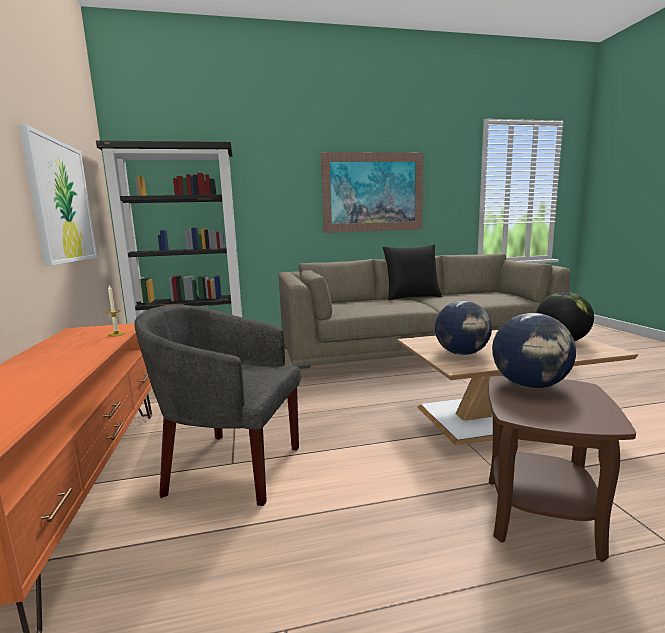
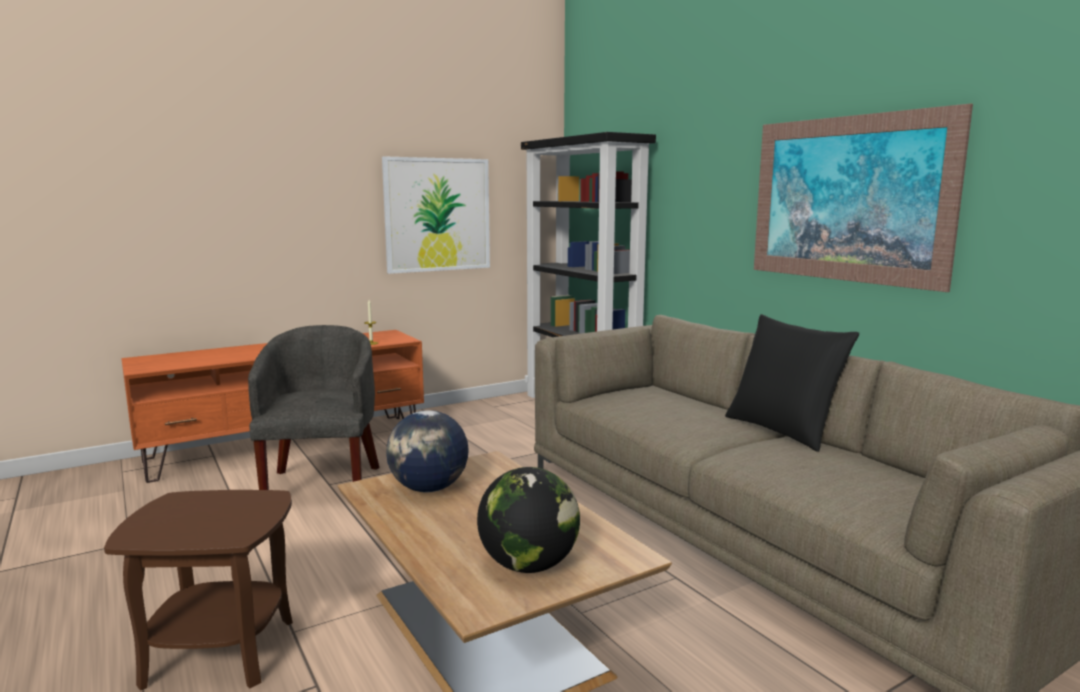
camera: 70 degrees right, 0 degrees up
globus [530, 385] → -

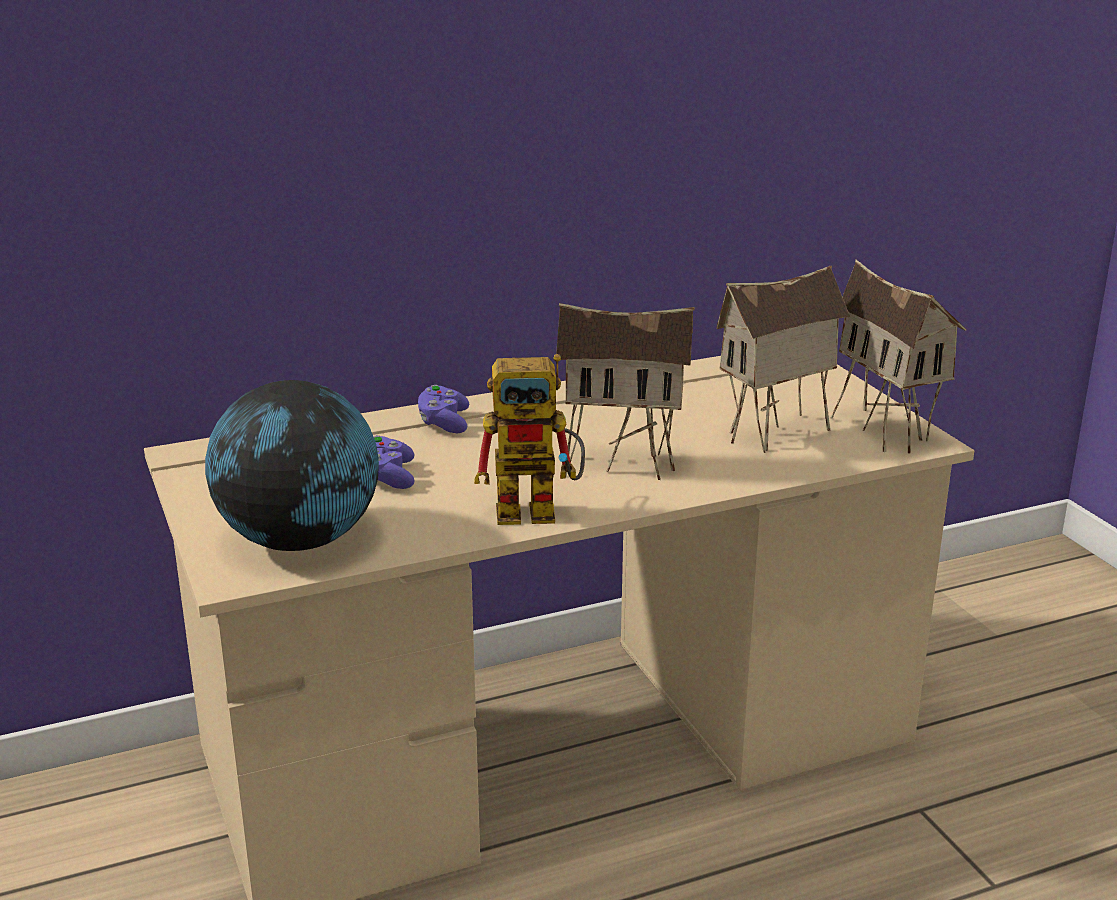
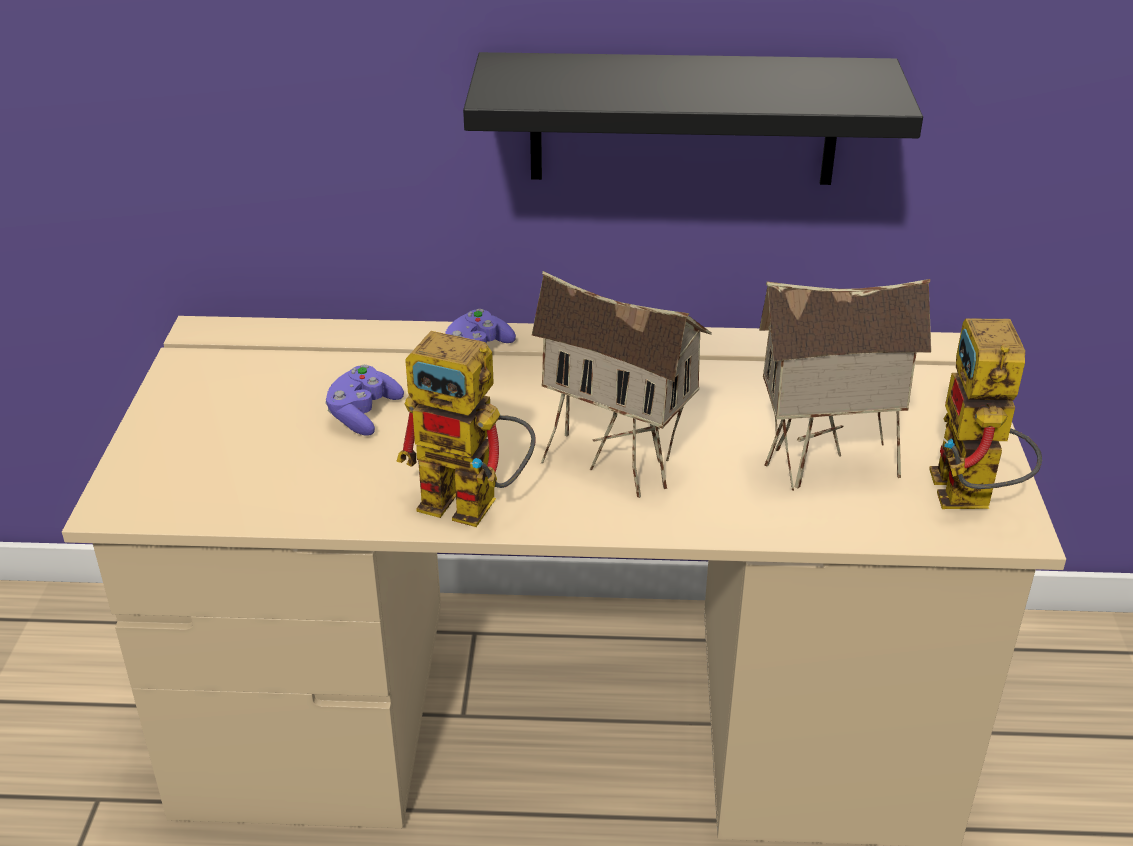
camera: 25 degrees right, 10 degrees up
- → półka [czarny] [683, 119]
domek [886, 432] → robot zabawkowy [970, 499]
globus [300, 541] → -

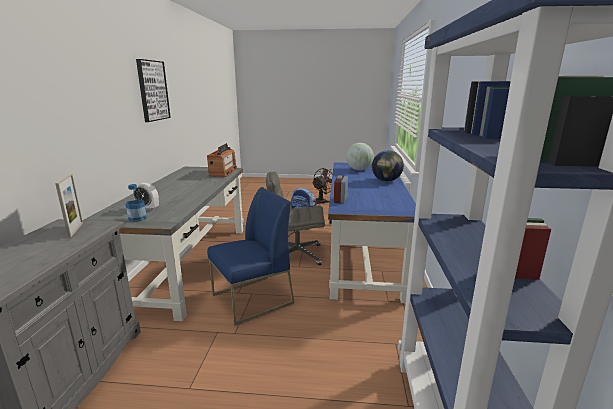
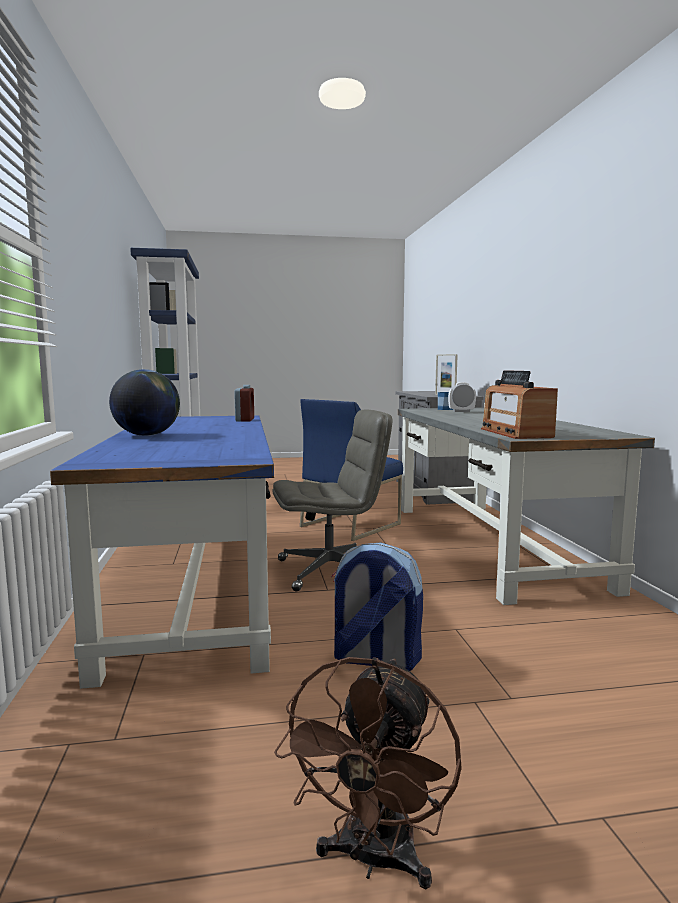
camera: 165 degrees right, 10 degrees down
obraz [152, 90] → -
globus [359, 170] → -

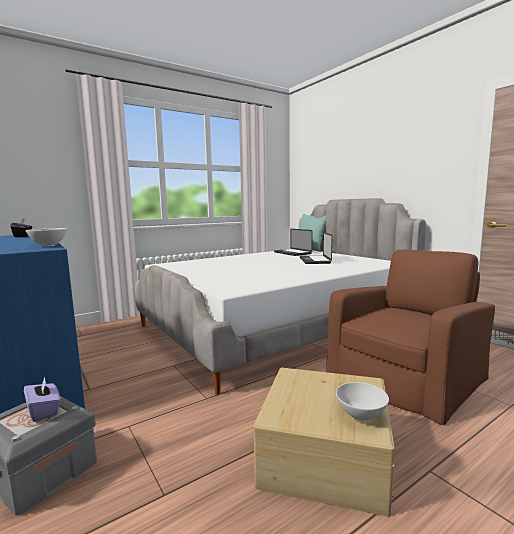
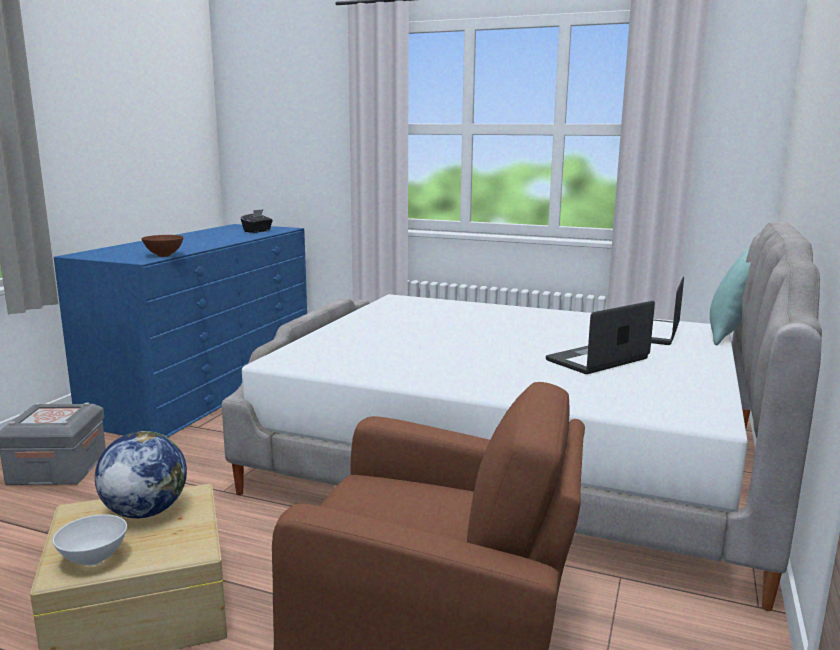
camera: 55 degrees right, 5 degrees up
- → globus [145, 512]
miska [biały] [48, 246] → miska [brązowy] [164, 255]
pudełko chusteczek [fioletowy] [44, 411] → -

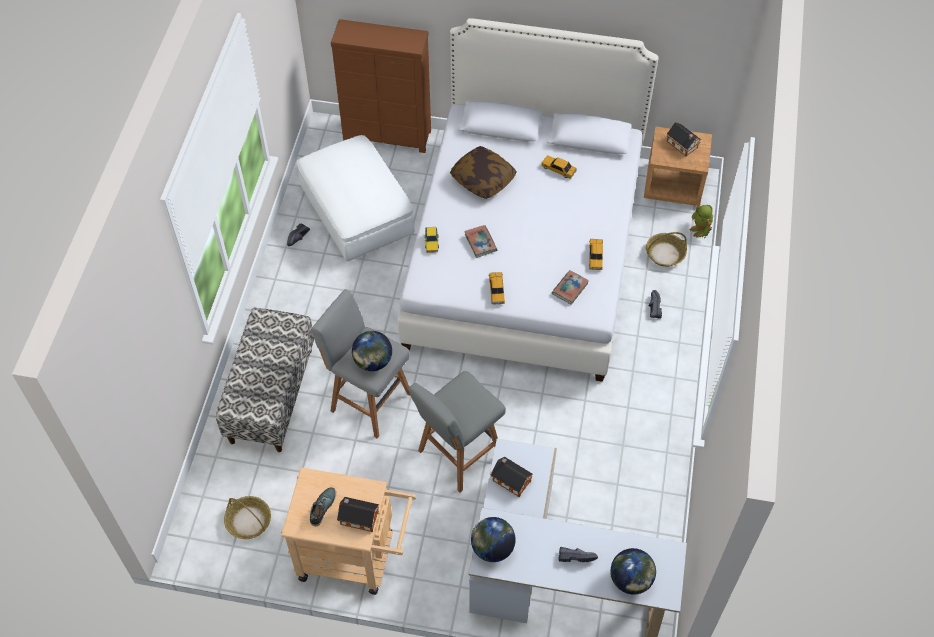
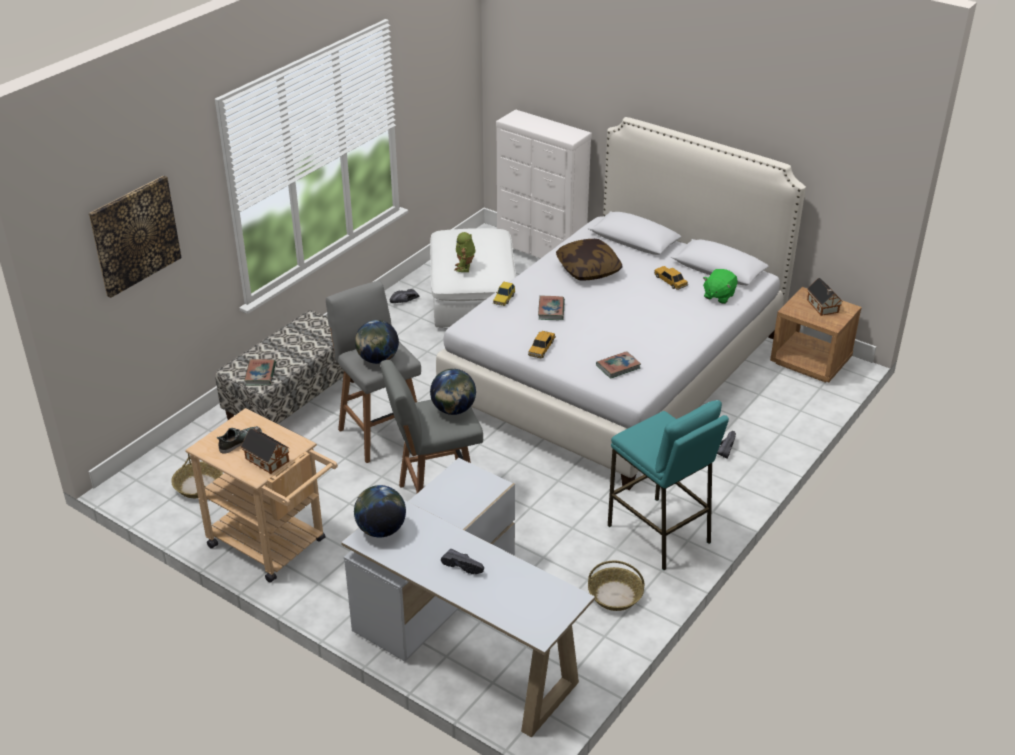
camera: 25 degrees right, 20 degrees down
- → obraz [135, 235]
- → książka [260, 374]
globus [630, 580] → globus [453, 410], moved
robot zabawkowy [700, 230] → robot zabawkowy [465, 268], moved
komoda [brązowy] [387, 136] → komoda [biały] [540, 255]
koszyk [664, 254] → koszyk [615, 595], moved
- → stołek [turkusowy] [659, 534]
- → pluszak [zielony] [718, 296]
domek [510, 479] → -
samochodzik [595, 257] → -

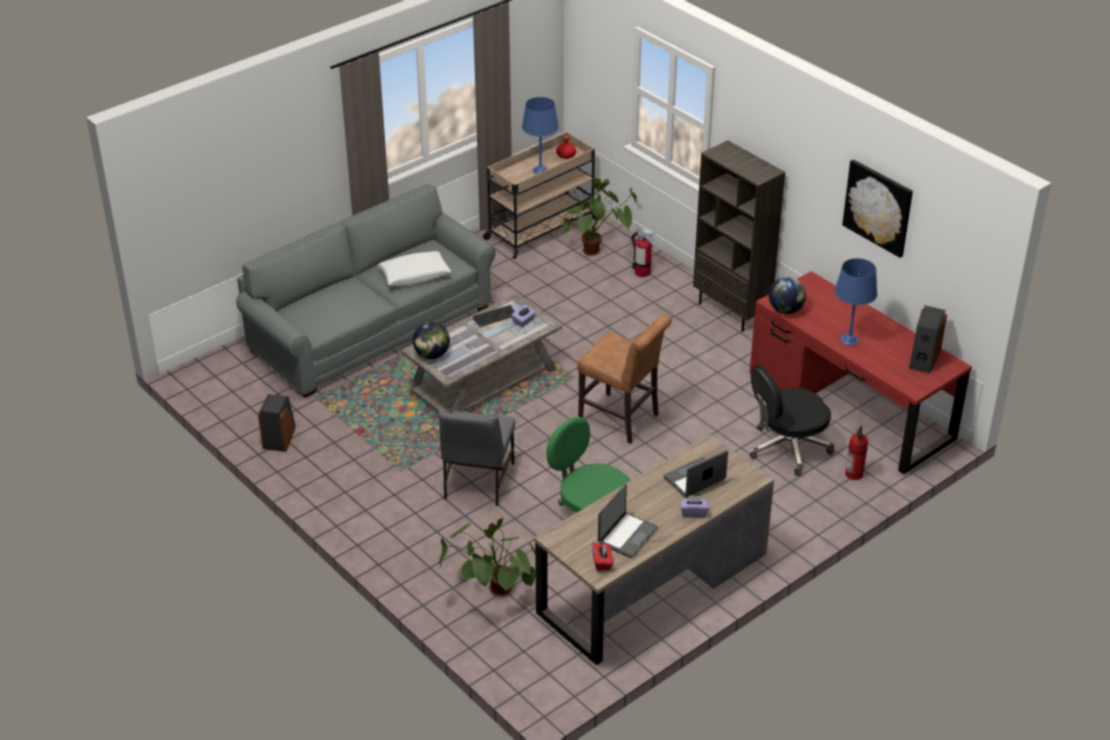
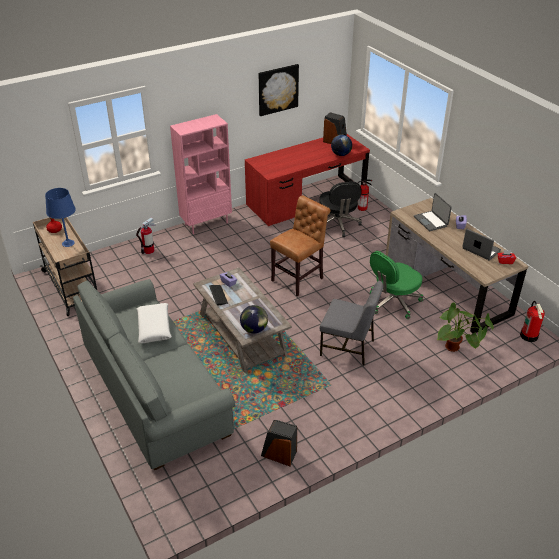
camera: 80 degrees left, 0 degrees up
regał [brązowy] [732, 311] → regał [różowy] [206, 223]
globus [785, 310] → globus [341, 154], moved
- → gaśnica [529, 336]
roślina doniczkowa [597, 247] → -
lampa stołowa [niebieski] [849, 340] → -

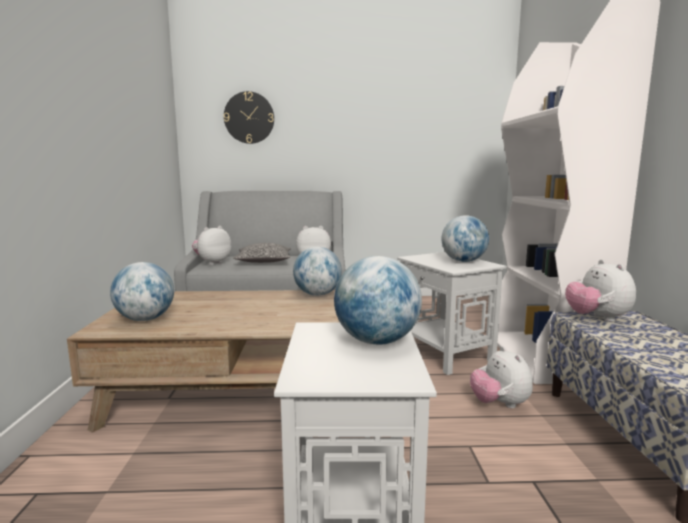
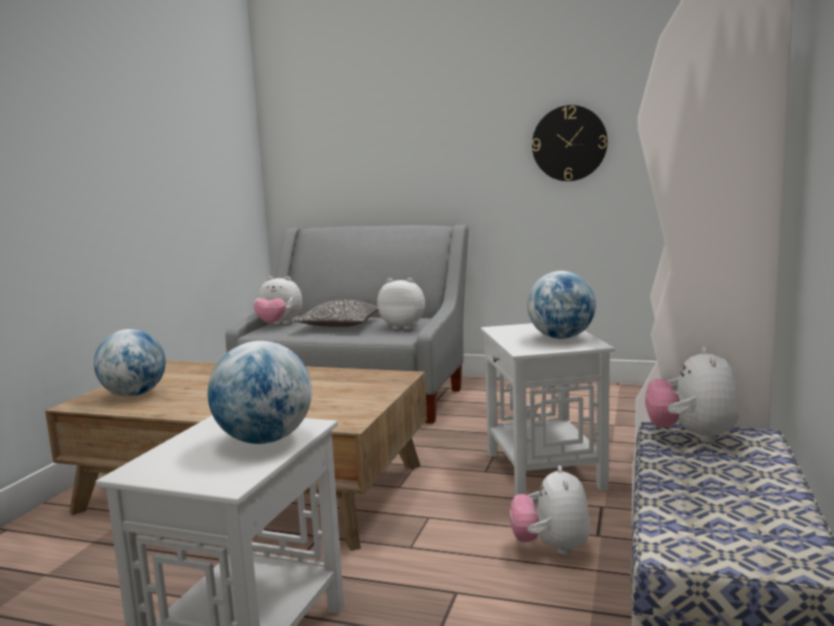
camera: 20 degrees right, 0 degrees up
pluszak [212, 263] → pluszak [279, 325], 135 degrees counterclockwise
zegar ścienny [249, 117] → zegar ścienny [569, 143], moved
globus [317, 294] → -

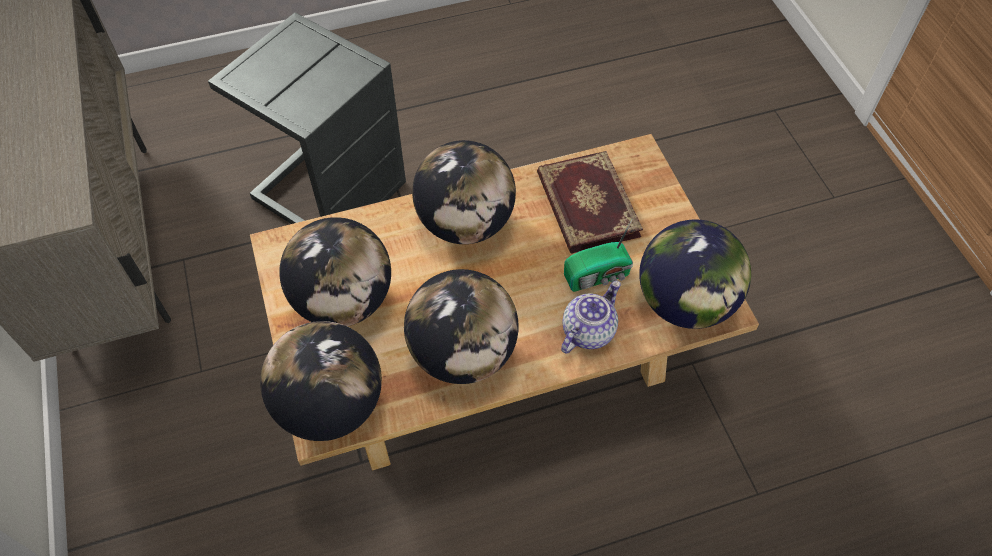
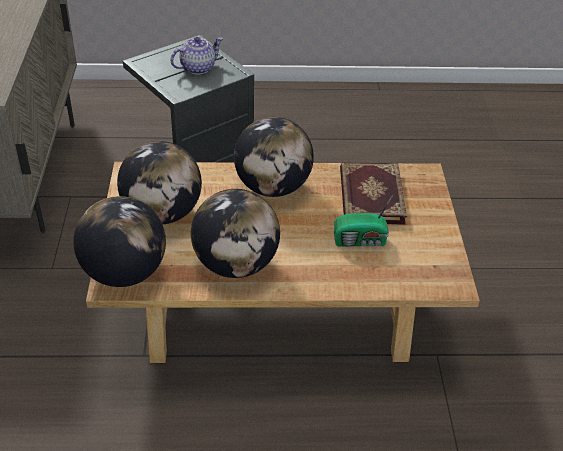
camera: 15 degrees right, 15 degrees down
imbryk [587, 331] → imbryk [198, 68], moved
globus [684, 303] → -

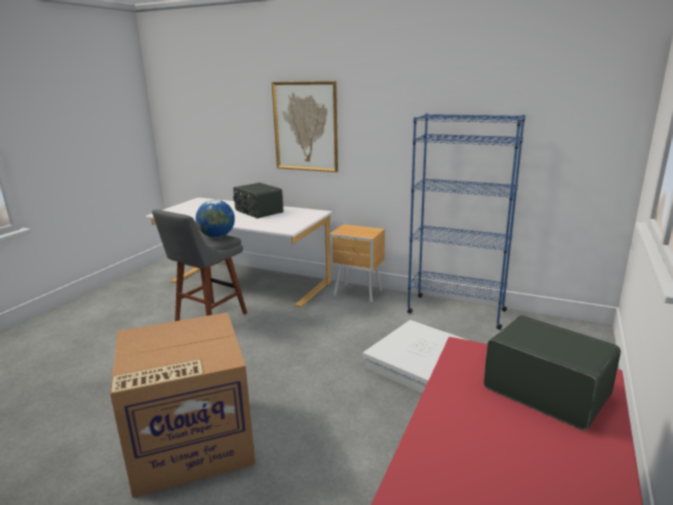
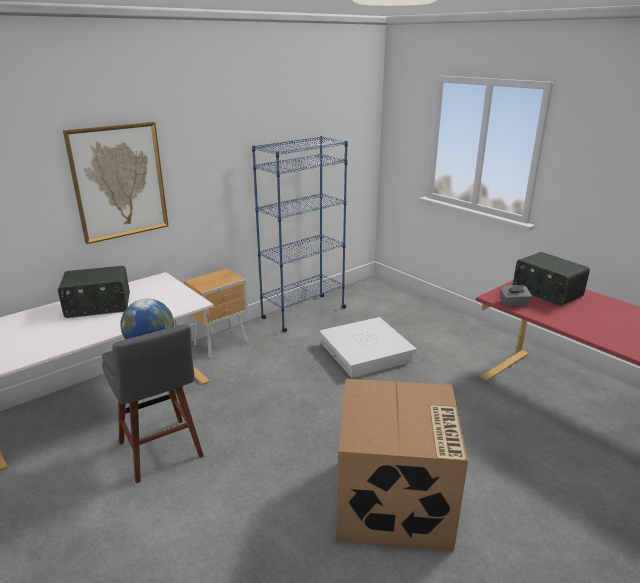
camera: 65 degrees left, 5 degrees up
- → pudełko chusteczek [szary] [513, 303]
radio [546, 391] → radio [546, 292], 105 degrees counterclockwise

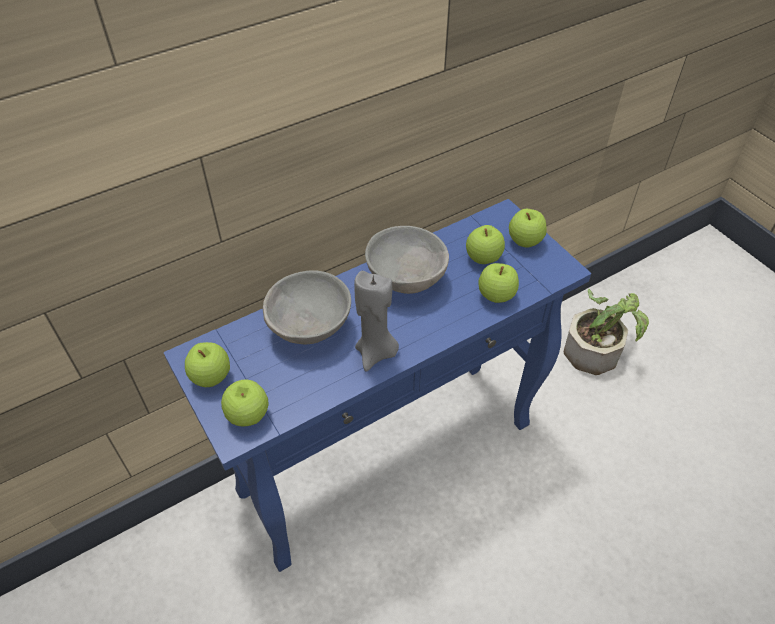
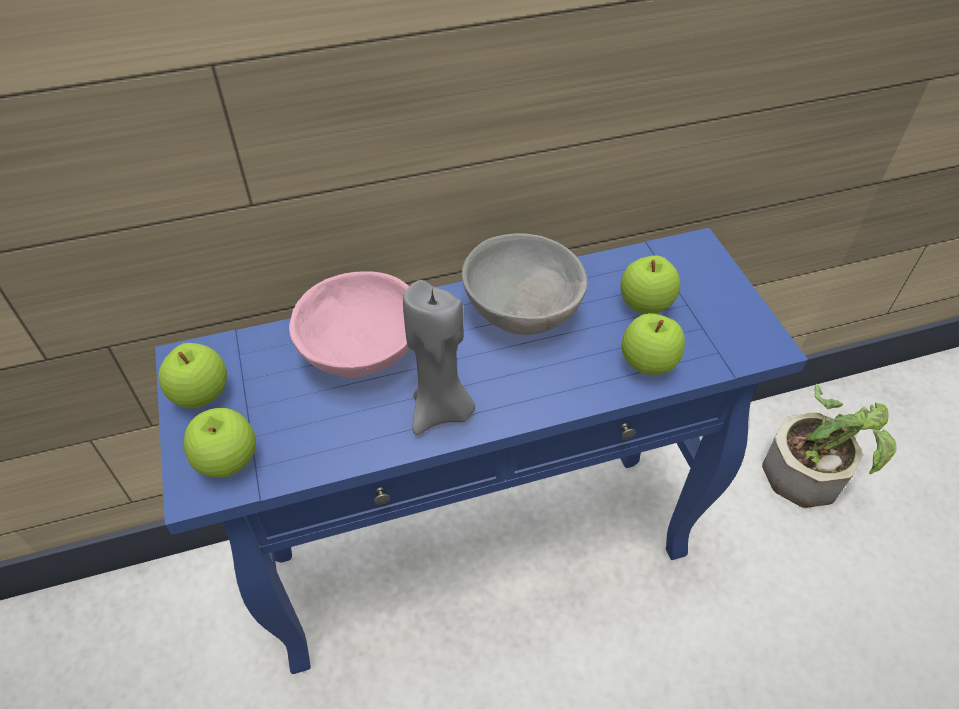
camera: 15 degrees right, 0 degrees up
miska [szary] [311, 328] → miska [różowy] [363, 355]
jabłko [524, 241] → -

